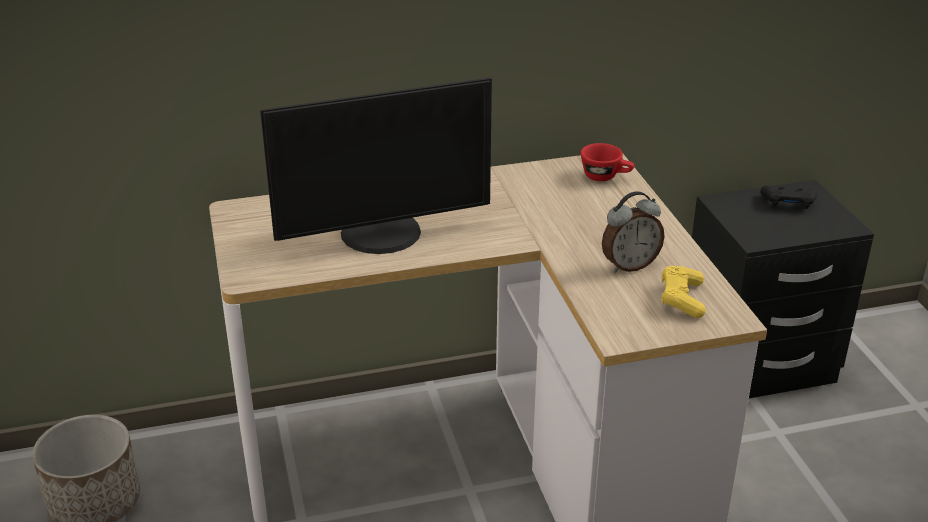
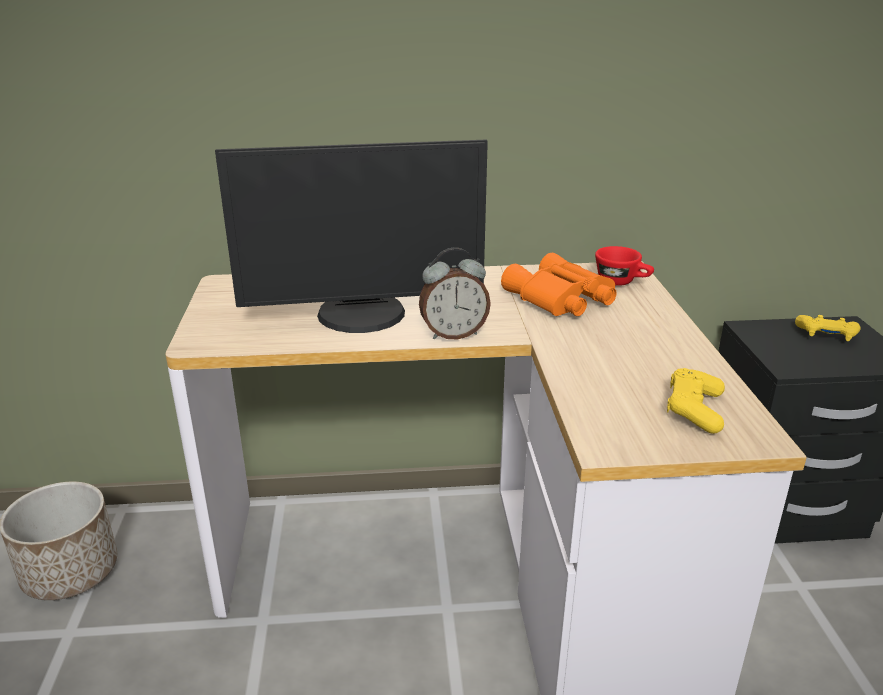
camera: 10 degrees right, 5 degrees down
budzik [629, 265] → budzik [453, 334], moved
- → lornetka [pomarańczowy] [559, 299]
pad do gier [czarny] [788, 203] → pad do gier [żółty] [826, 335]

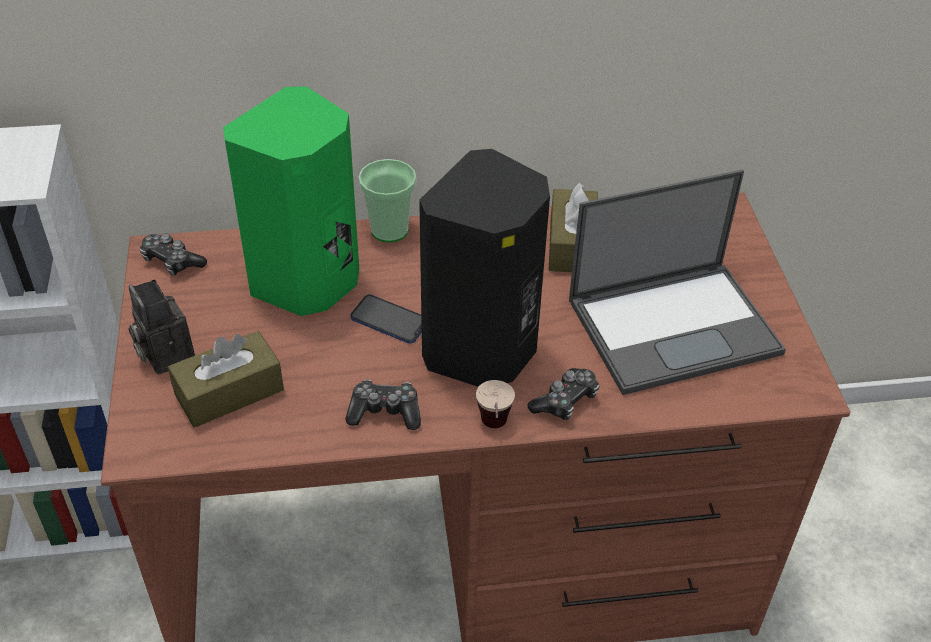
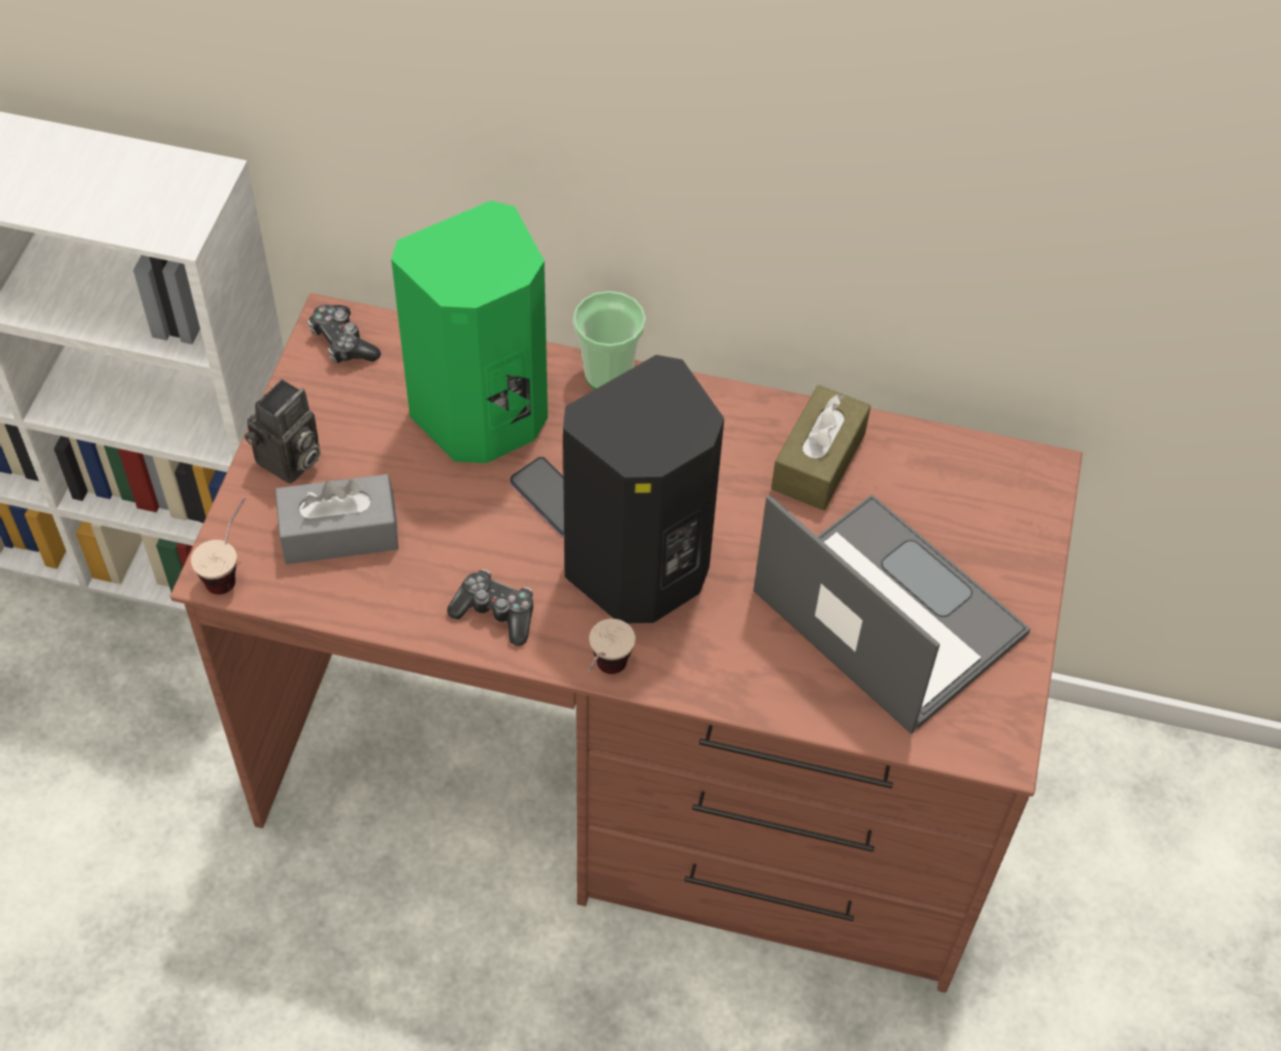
camera: 20 degrees right, 10 degrees up
- → filiżanka [231, 569]
aparat fotograficzny [164, 354] → aparat fotograficzny [289, 462], 135 degrees counterclockwise
pudełko chusteczek [brązowy] [229, 392] → pudełko chusteczek [szary] [339, 533]
laptop [675, 325] → laptop [885, 611], 135 degrees counterclockwise
pad do gier [565, 401] → -

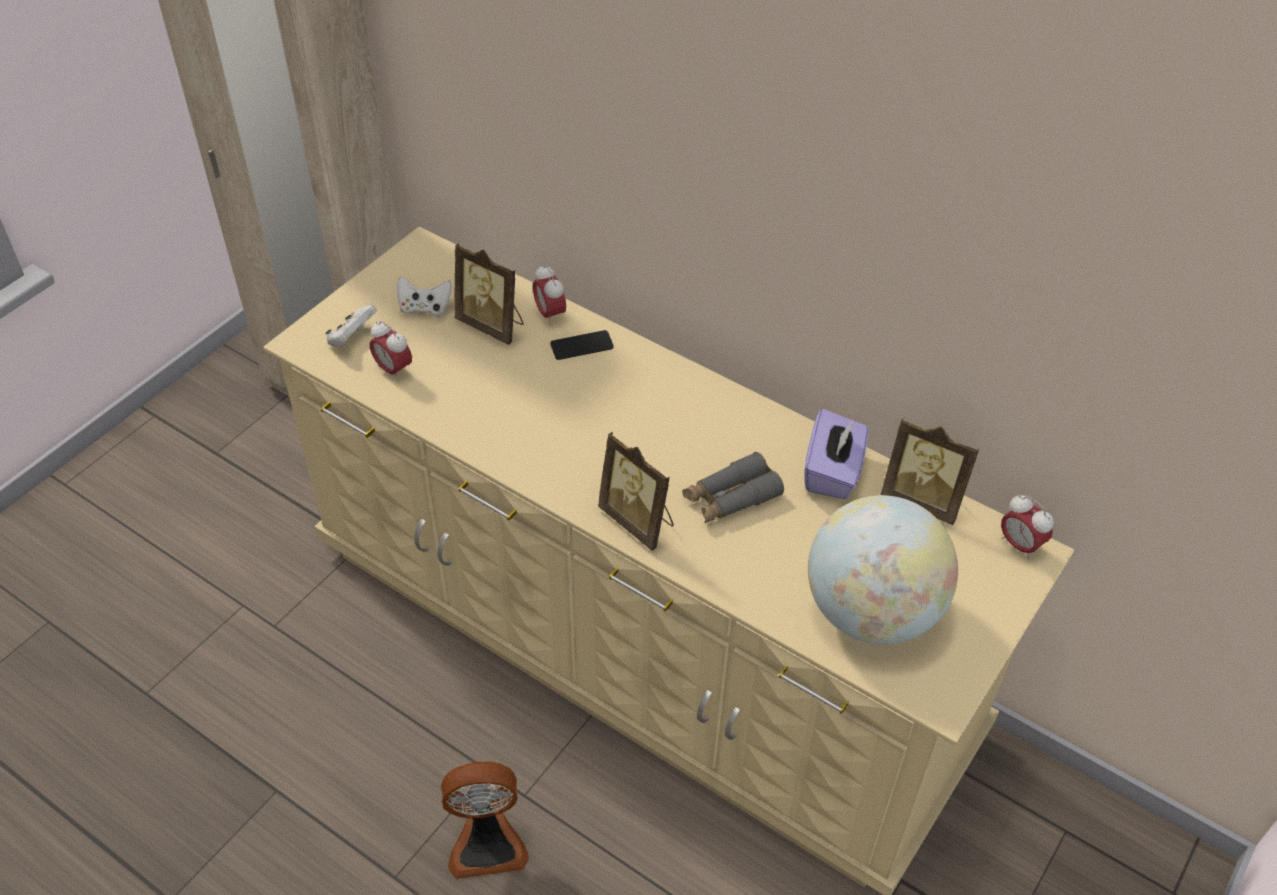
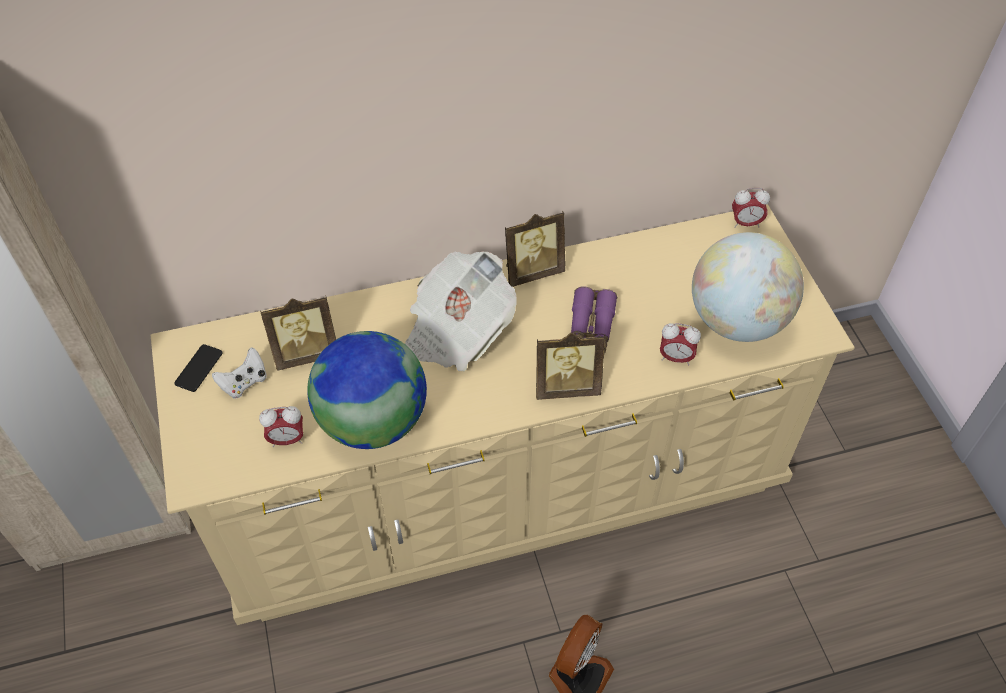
camera: 50 degrees left, 5 degrees up
telefon [582, 346] → telefon [199, 368], moved
- → globus [373, 421]
- → gazeta [457, 330]
ramka na zdjęcie [922, 500] → ramka na zdjęcie [532, 271], moved
lornetka [szary] [731, 497] → lornetka [fioletowy] [591, 327]
budzik [550, 314] → budzik [675, 358], moved
pad do gier [biały] [352, 338] → -
pudełko chusteczek [fioletowy] [832, 472] → -

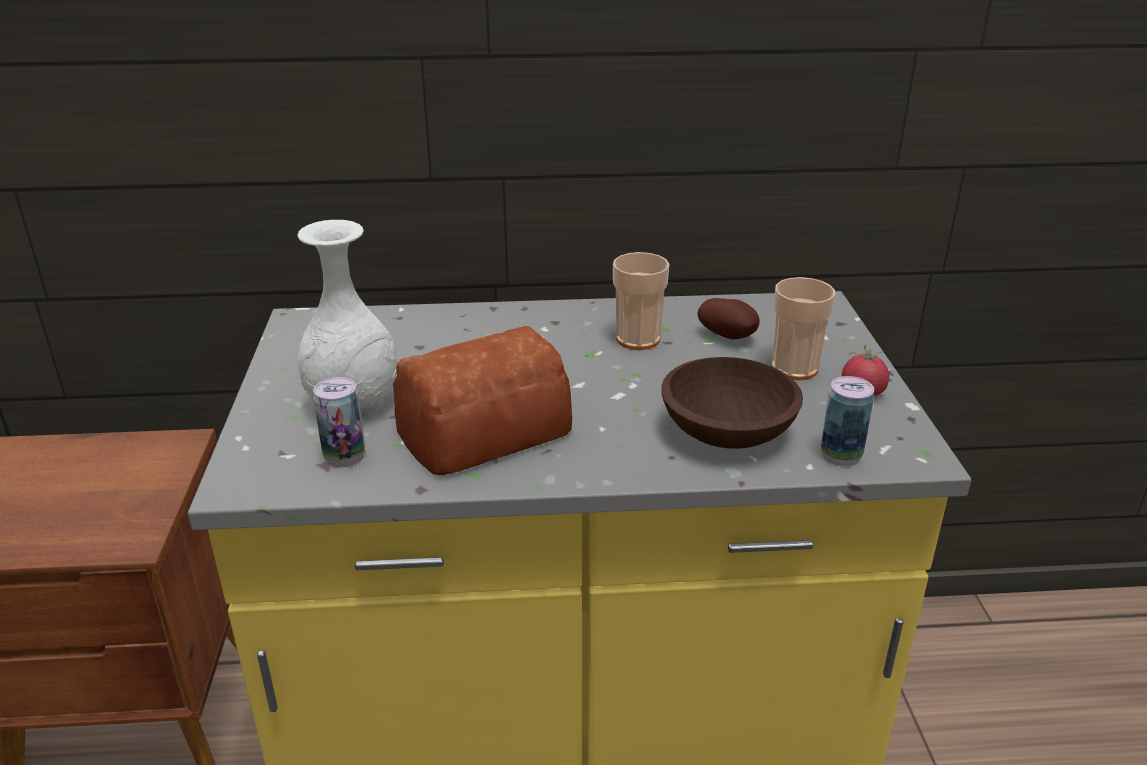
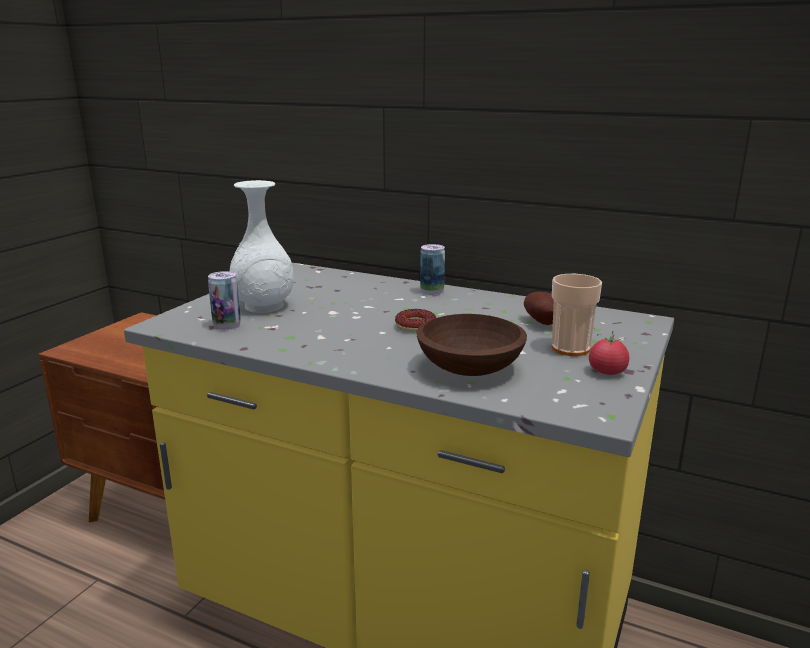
camera: 30 degrees right, 10 degrees down
- → donut [415, 326]
puszka [840, 455] → puszka [432, 291], moved
chleb [479, 431] → -
filiżanka [638, 339] → -

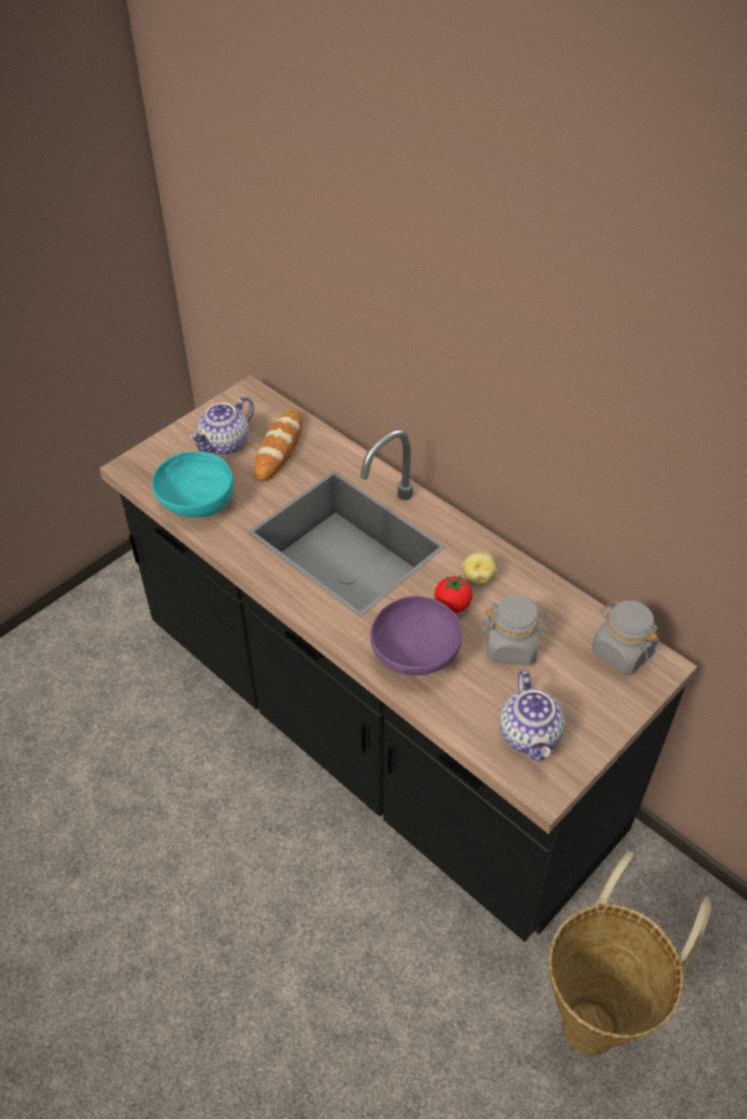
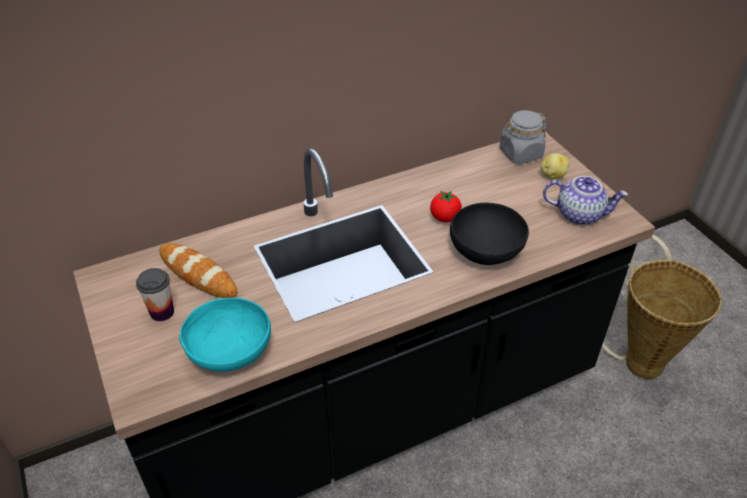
camera: 70 degrees left, 5 degrees down
imbryk [225, 444] → filiżanka [162, 312]
miska [fioletowy] [415, 655] → miska [czarny] [487, 250]
ziemniak [478, 576] → ziemniak [552, 175], moved
słoik [szary] [511, 646] → -

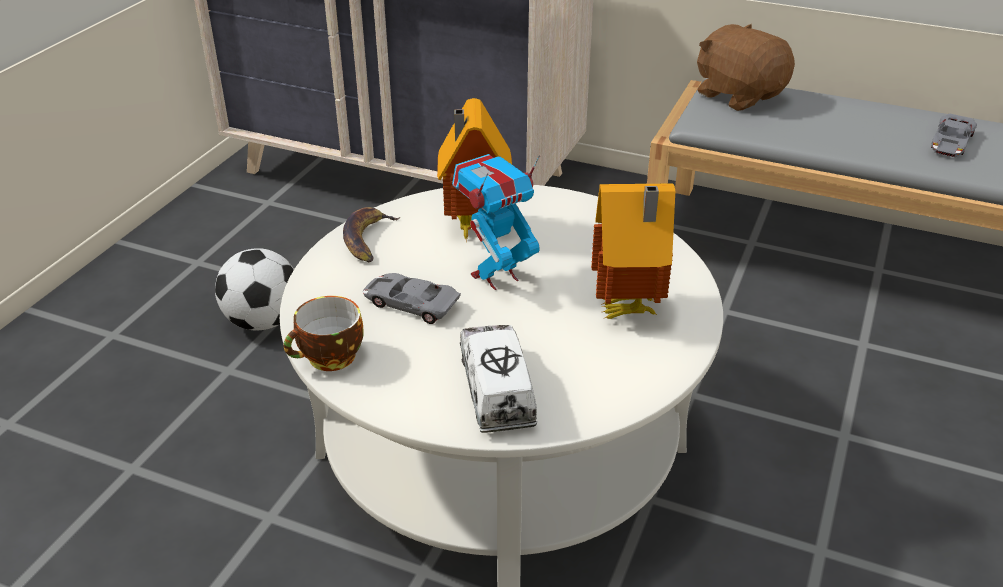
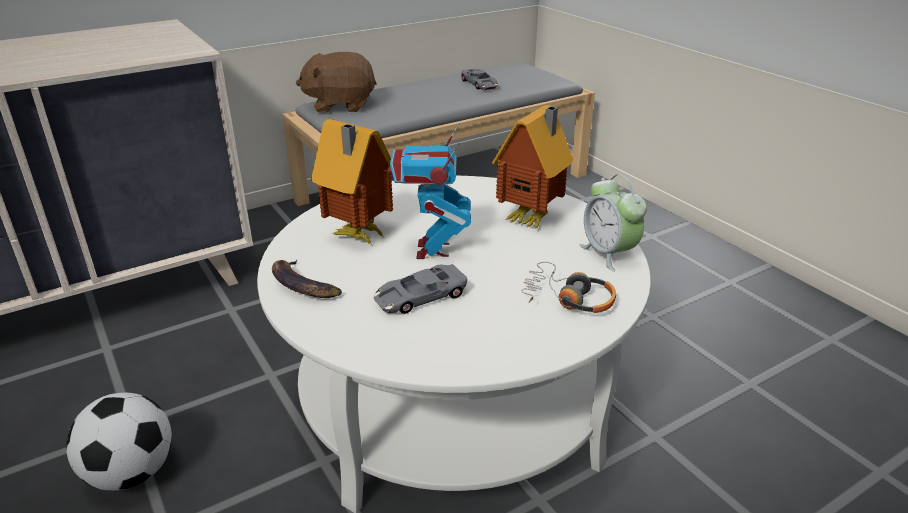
camera: 55 degrees left, 5 degrees down
ciężarówka zabawkowa [496, 390] → słuchawki [567, 298]
- → budzik [608, 254]
filiżanka [329, 359] → -

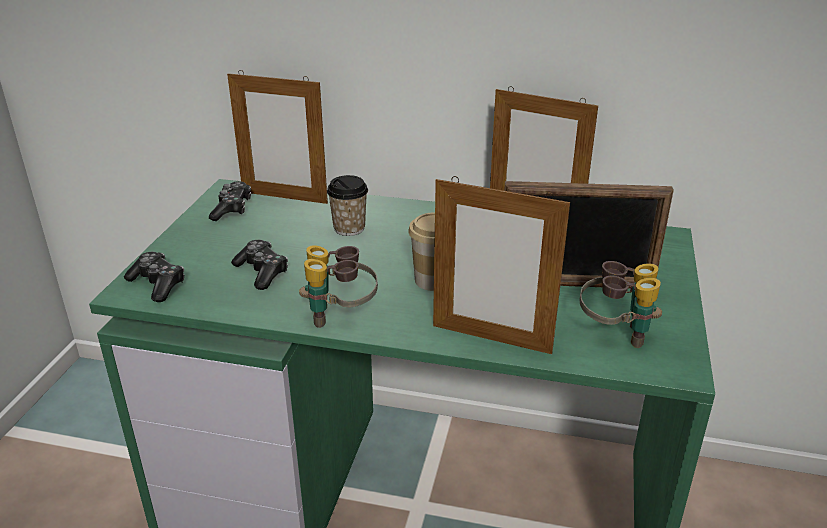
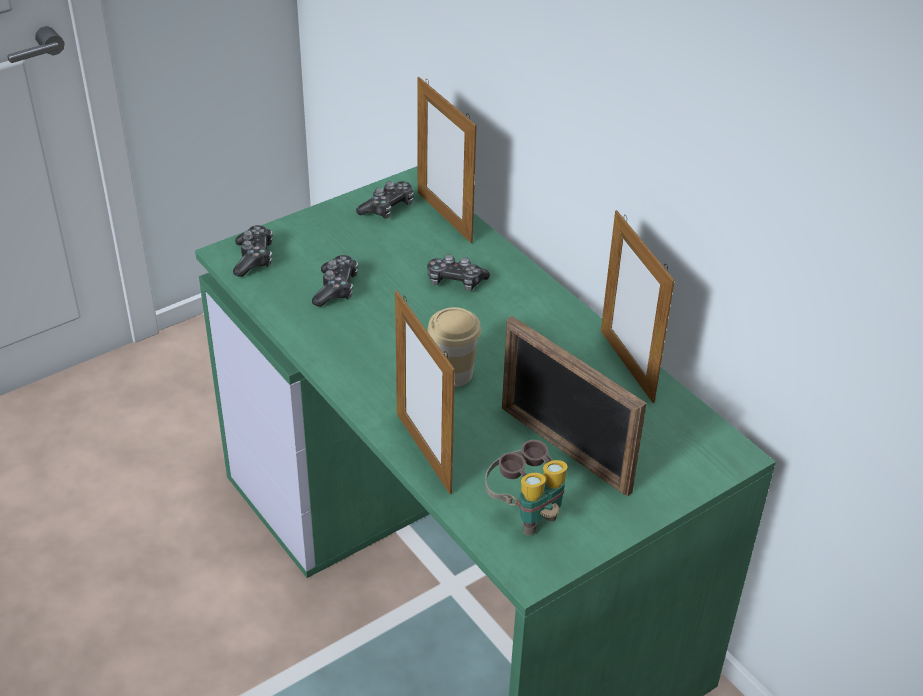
camera: 40 degrees right, 10 degrees up
filiżanka [349, 228] → pad do gier [455, 281]
lornetka [340, 316] → -

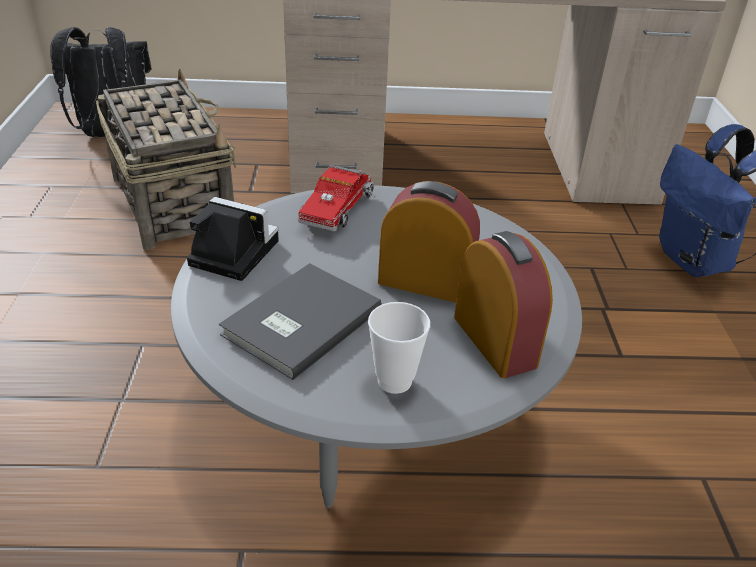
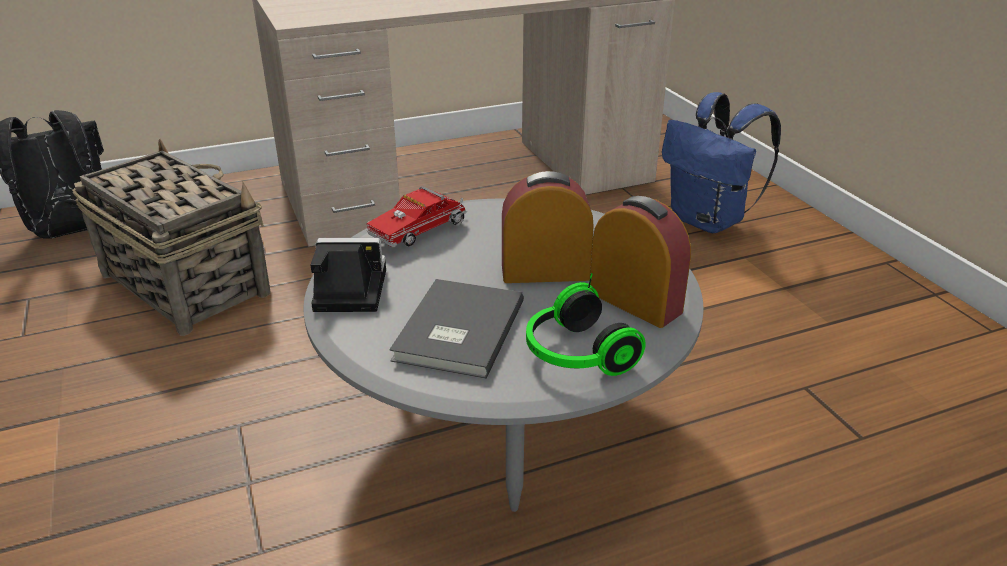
camera: 20 degrees left, 5 degrees down
ciężarówka zabawkowa [338, 209] → ciężarówka zabawkowa [422, 230], 45 degrees clockwise
filiżanka [394, 381] → słuchawki [575, 354]

